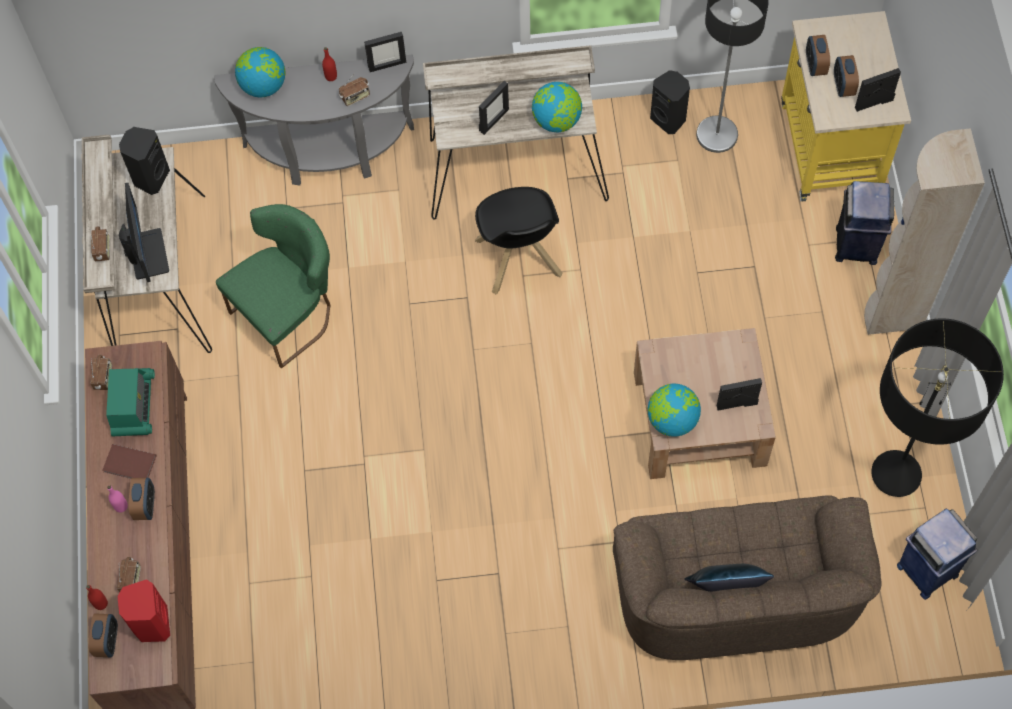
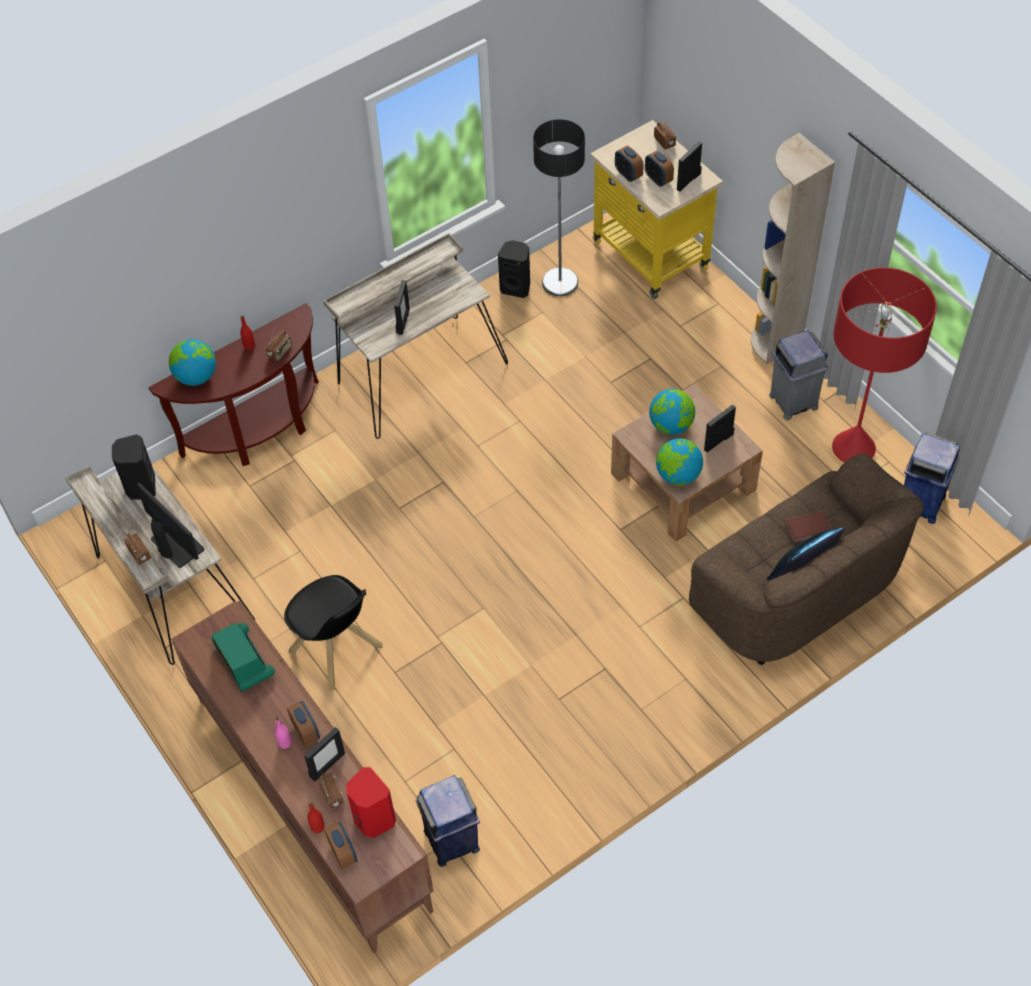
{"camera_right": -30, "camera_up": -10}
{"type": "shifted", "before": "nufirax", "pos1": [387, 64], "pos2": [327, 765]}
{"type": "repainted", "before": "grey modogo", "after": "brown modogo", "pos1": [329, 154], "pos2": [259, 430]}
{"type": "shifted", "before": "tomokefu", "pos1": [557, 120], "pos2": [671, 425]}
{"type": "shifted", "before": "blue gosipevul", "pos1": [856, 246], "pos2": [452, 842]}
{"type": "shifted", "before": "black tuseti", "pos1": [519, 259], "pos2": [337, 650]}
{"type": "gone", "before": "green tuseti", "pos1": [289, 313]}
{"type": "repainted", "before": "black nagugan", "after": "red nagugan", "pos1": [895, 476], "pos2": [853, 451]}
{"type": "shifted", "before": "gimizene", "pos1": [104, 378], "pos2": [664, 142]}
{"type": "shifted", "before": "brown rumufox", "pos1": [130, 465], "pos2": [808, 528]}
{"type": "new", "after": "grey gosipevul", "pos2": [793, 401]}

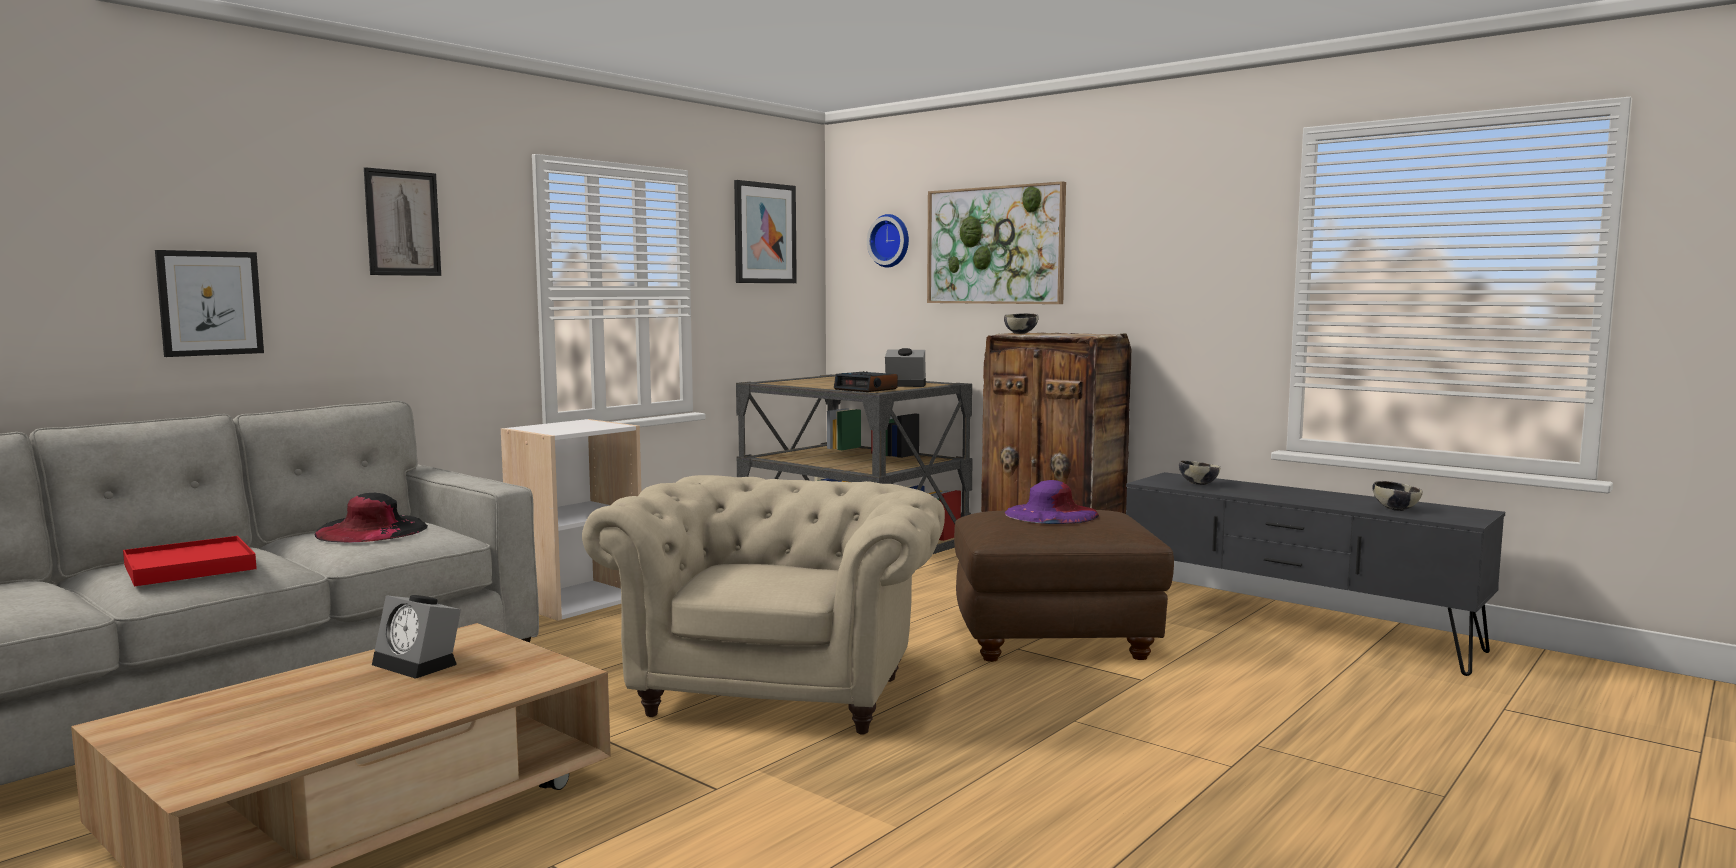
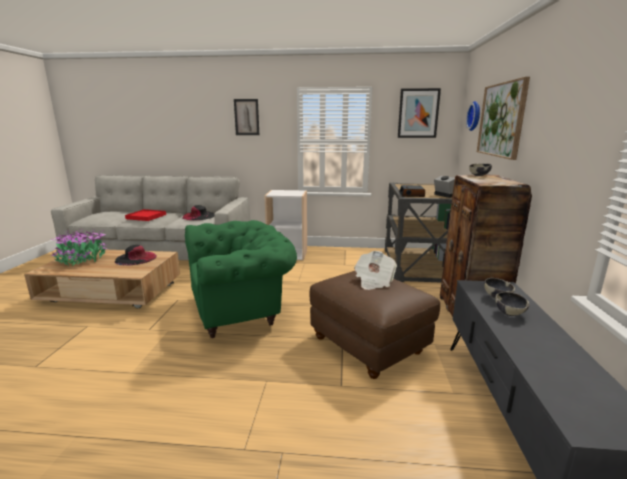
{"camera_right": 55, "camera_up": 10}
{"type": "gone", "before": "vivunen", "pos1": [210, 303]}
{"type": "repainted", "before": "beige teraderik", "after": "green teraderik", "pos1": [780, 689], "pos2": [242, 309]}
{"type": "swapped", "before": "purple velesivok", "after": "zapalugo", "pos1": [1051, 514], "pos2": [373, 281]}
{"type": "shifted", "before": "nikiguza", "pos1": [1395, 509], "pos2": [509, 313]}
{"type": "swapped", "before": "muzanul", "after": "black velesivok", "pos1": [419, 664], "pos2": [136, 258]}
{"type": "new", "after": "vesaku", "pos2": [82, 260]}

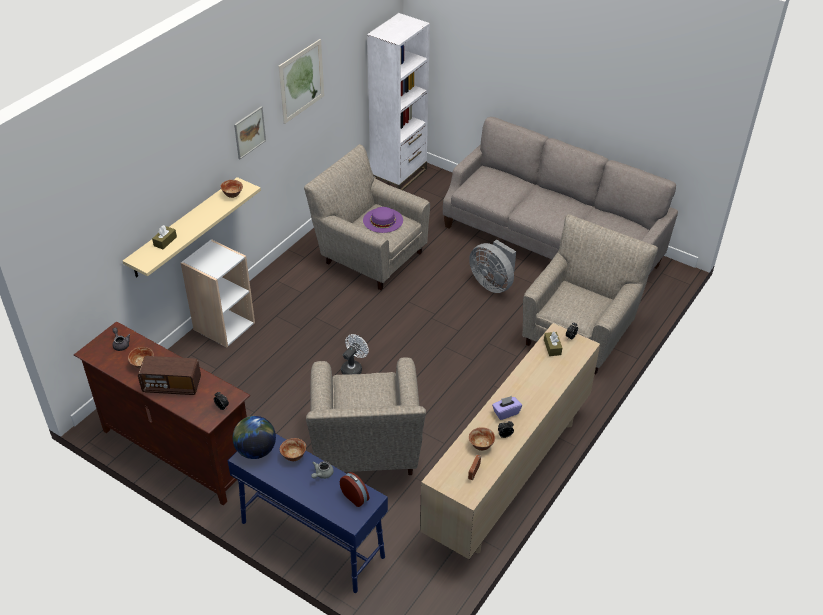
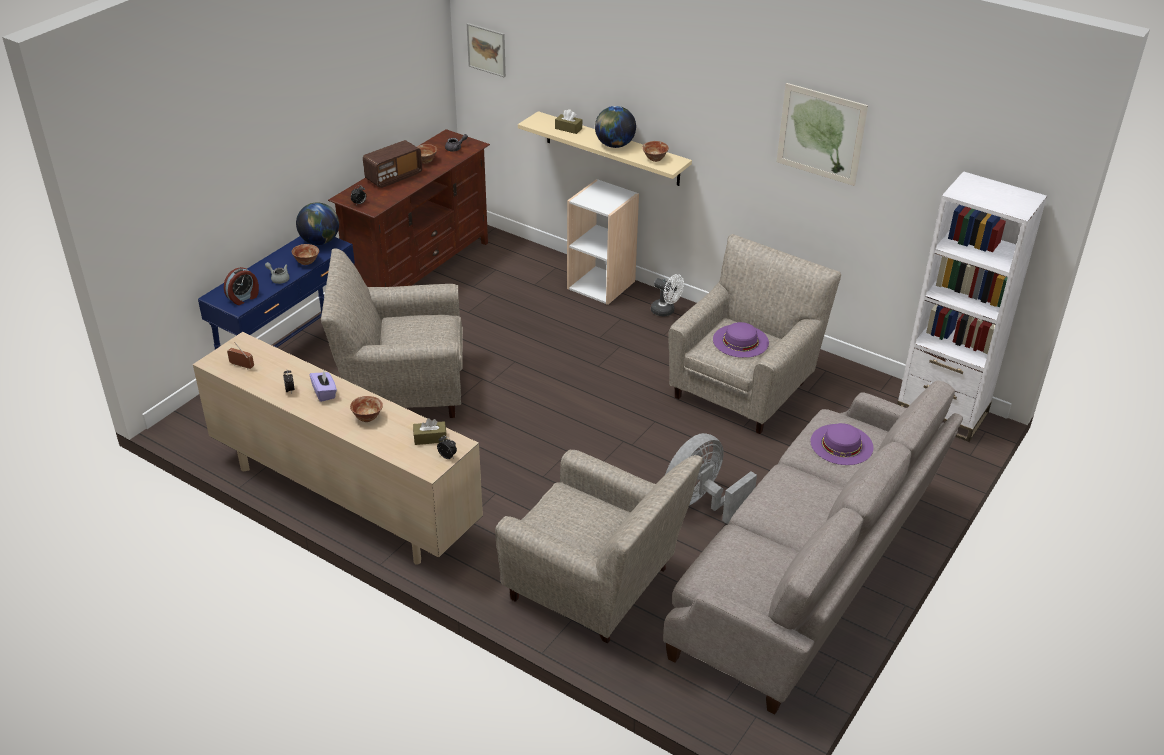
{"camera_right": 90, "camera_up": -5}
{"type": "shifted", "before": "vivunen", "pos1": [249, 132], "pos2": [486, 49]}
{"type": "shifted", "before": "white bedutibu", "pos1": [353, 368], "pos2": [666, 311]}
{"type": "rotated", "before": "gimizene", "pos1": [172, 386], "pos2": [393, 177], "turn": -135}
{"type": "shifted", "before": "nikiguza", "pos1": [481, 446], "pos2": [367, 417]}
{"type": "new", "after": "tomokefu", "pos2": [614, 145]}
{"type": "new", "after": "purple velesivok", "pos2": [841, 444]}

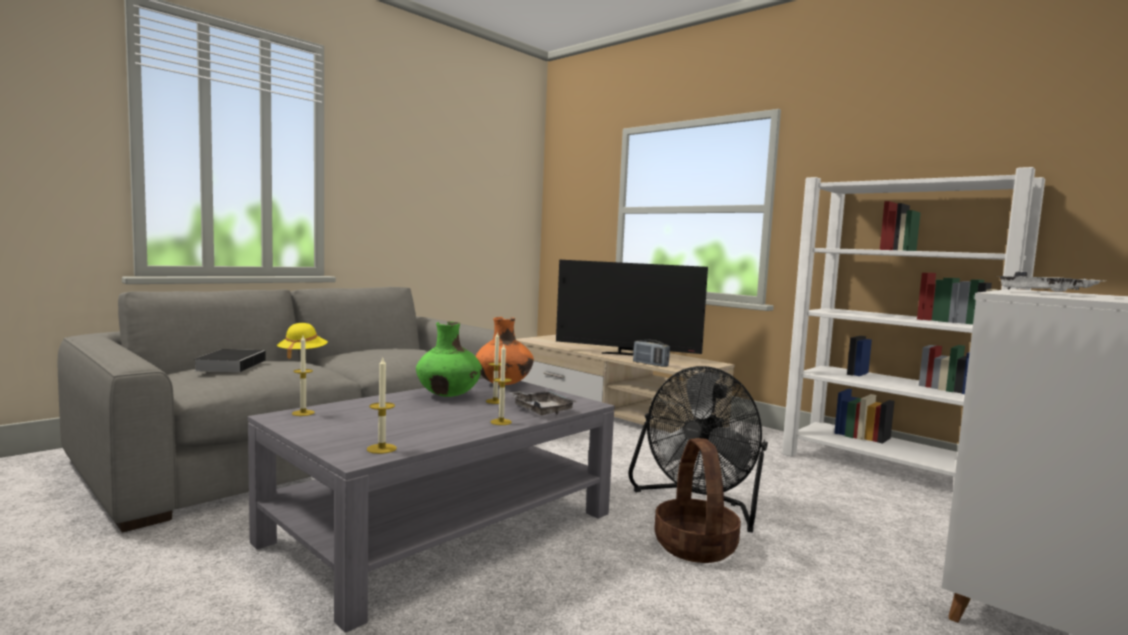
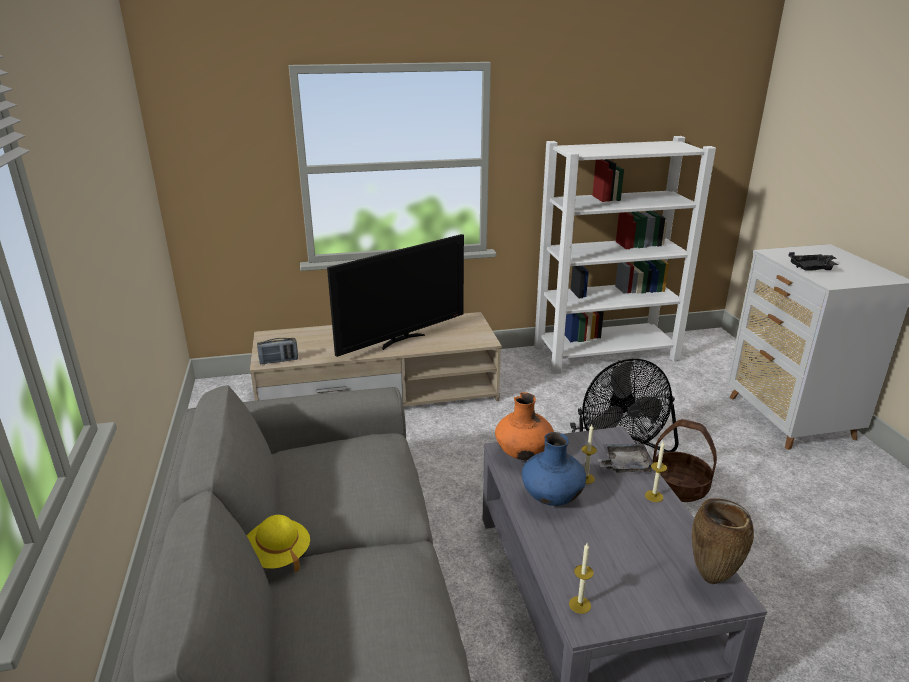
{"camera_right": -55, "camera_up": 20}
{"type": "repainted", "before": "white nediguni", "after": "black nediguni", "pos1": [1043, 293], "pos2": [813, 268]}
{"type": "repainted", "before": "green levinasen", "after": "blue levinasen", "pos1": [449, 395], "pos2": [551, 497]}
{"type": "shifted", "before": "gimizene", "pos1": [650, 364], "pos2": [279, 361]}
{"type": "gone", "before": "rumufox", "pos1": [231, 365]}
{"type": "swapped", "before": "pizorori", "after": "brown levinasen", "pos1": [381, 448], "pos2": [712, 579]}

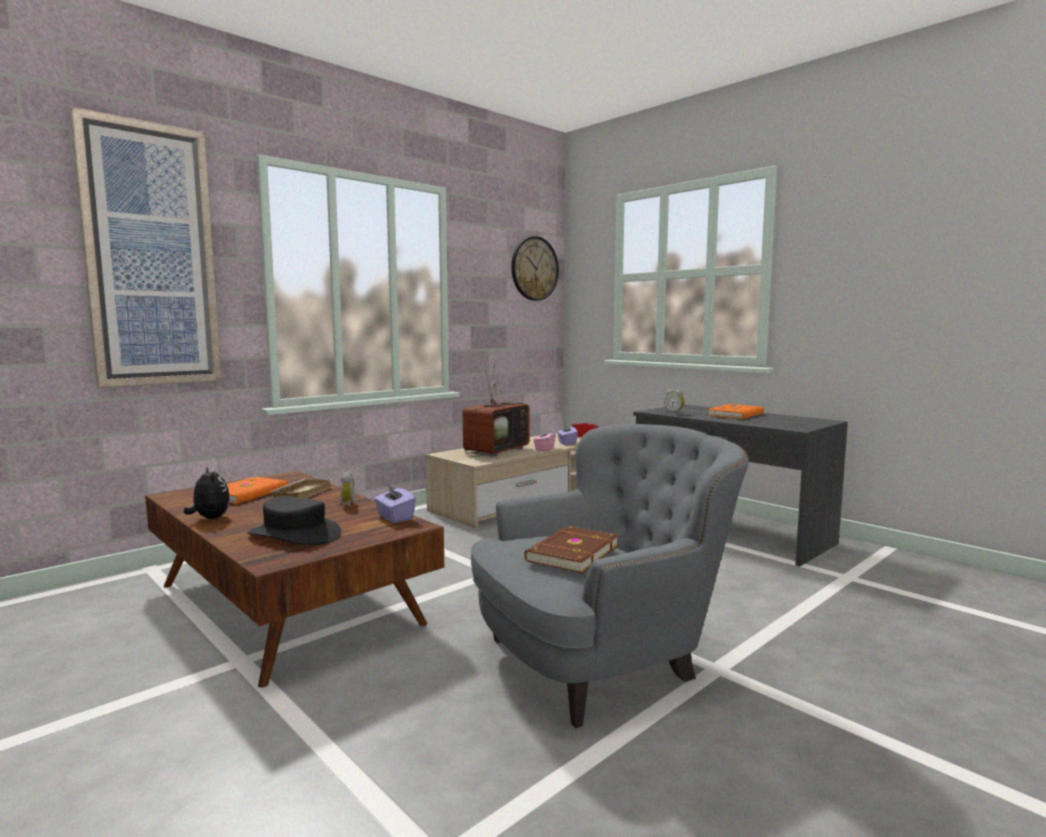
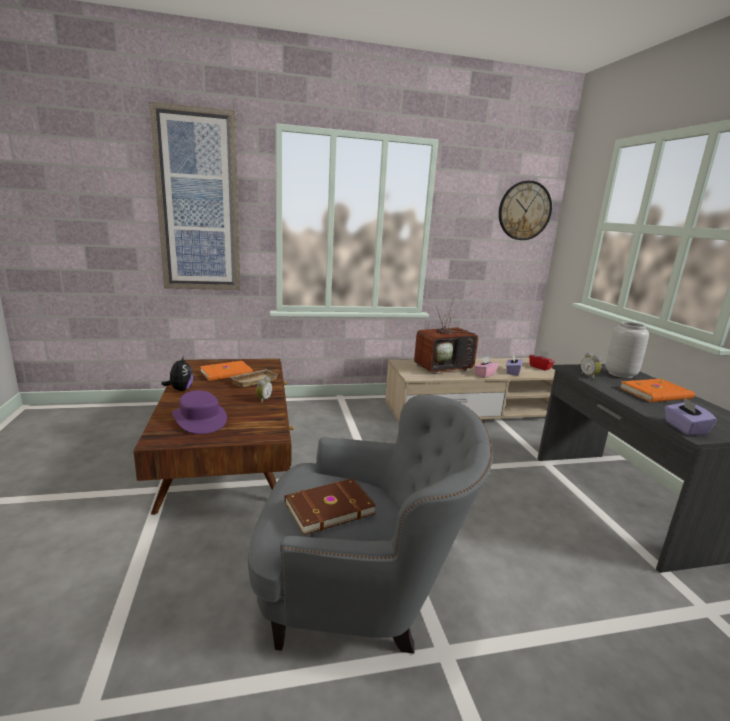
{"camera_right": 30, "camera_up": 10}
{"type": "shifted", "before": "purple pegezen", "pos1": [394, 517], "pos2": [684, 428]}
{"type": "repainted", "before": "black velesivok", "after": "purple velesivok", "pos1": [295, 534], "pos2": [200, 419]}
{"type": "new", "after": "grey levinasen", "pos2": [619, 374]}

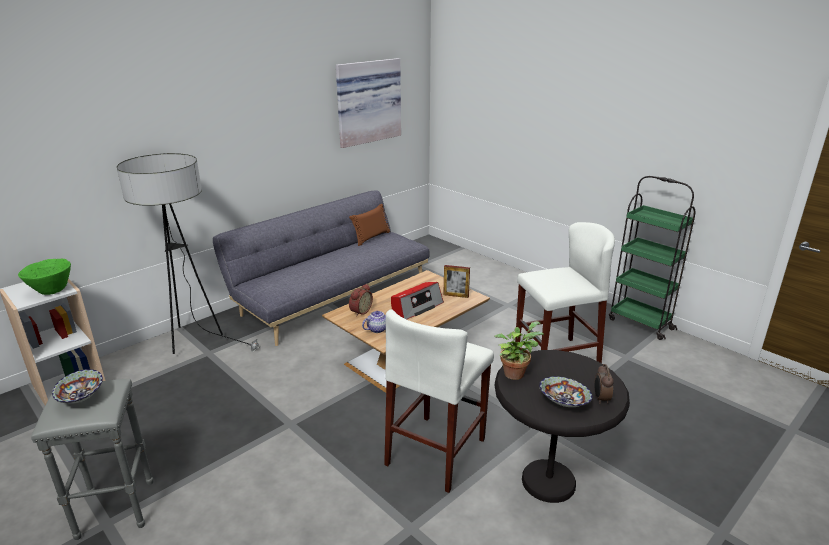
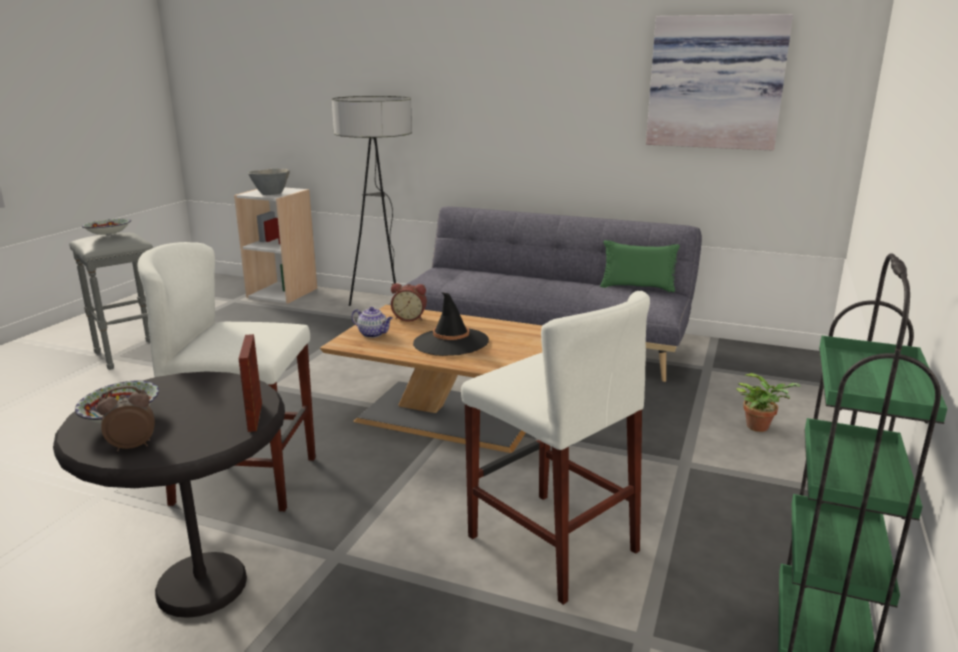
{"camera_right": 65, "camera_up": -5}
{"type": "repainted", "before": "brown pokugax", "after": "green pokugax", "pos1": [371, 238], "pos2": [637, 288]}
{"type": "repainted", "before": "green nikiguza", "after": "grey nikiguza", "pos1": [51, 291], "pos2": [271, 194]}
{"type": "shifted", "before": "nufirax", "pos1": [456, 295], "pos2": [255, 417]}
{"type": "swapped", "before": "gimizene", "after": "black velesivok", "pos1": [416, 307], "pos2": [450, 342]}
{"type": "shifted", "before": "vesaku", "pos1": [515, 372], "pos2": [760, 427]}

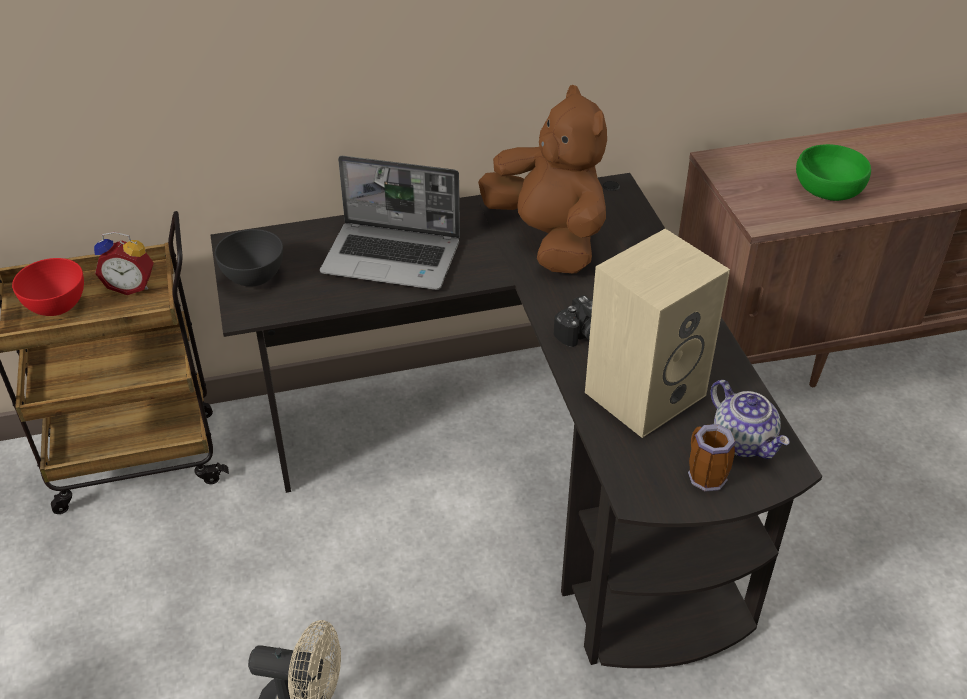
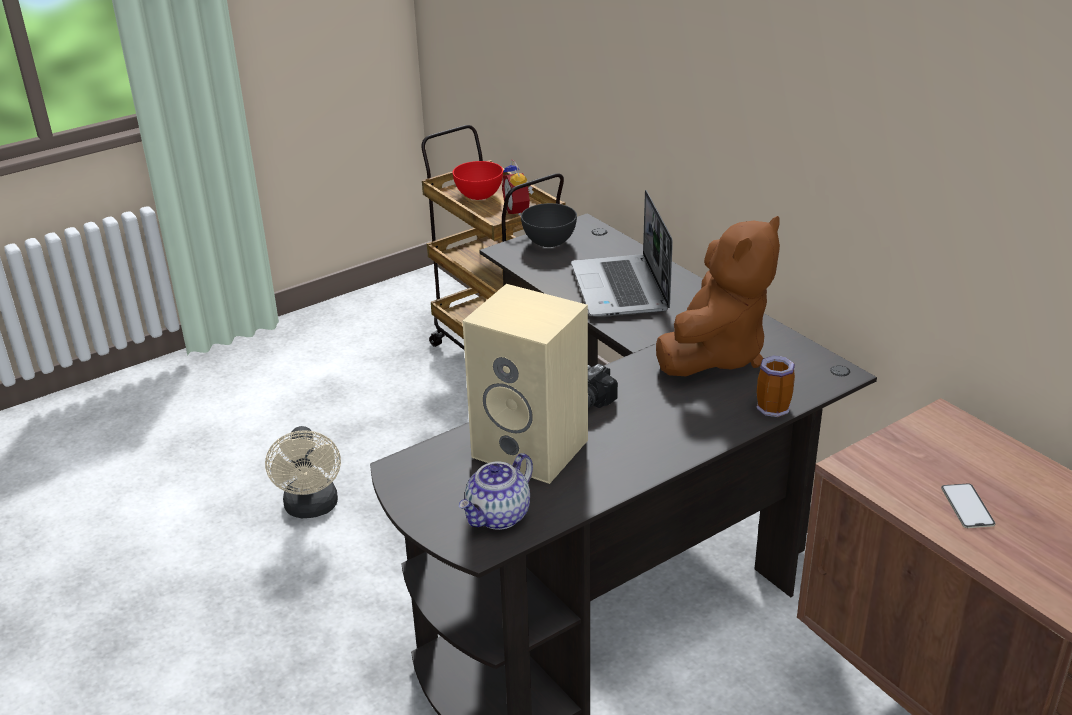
{"camera_right": 70, "camera_up": -10}
{"type": "swapped", "before": "green nikiguza", "after": "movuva", "pos1": [828, 190], "pos2": [967, 506]}
{"type": "shifted", "before": "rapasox", "pos1": [703, 476], "pos2": [773, 406]}

